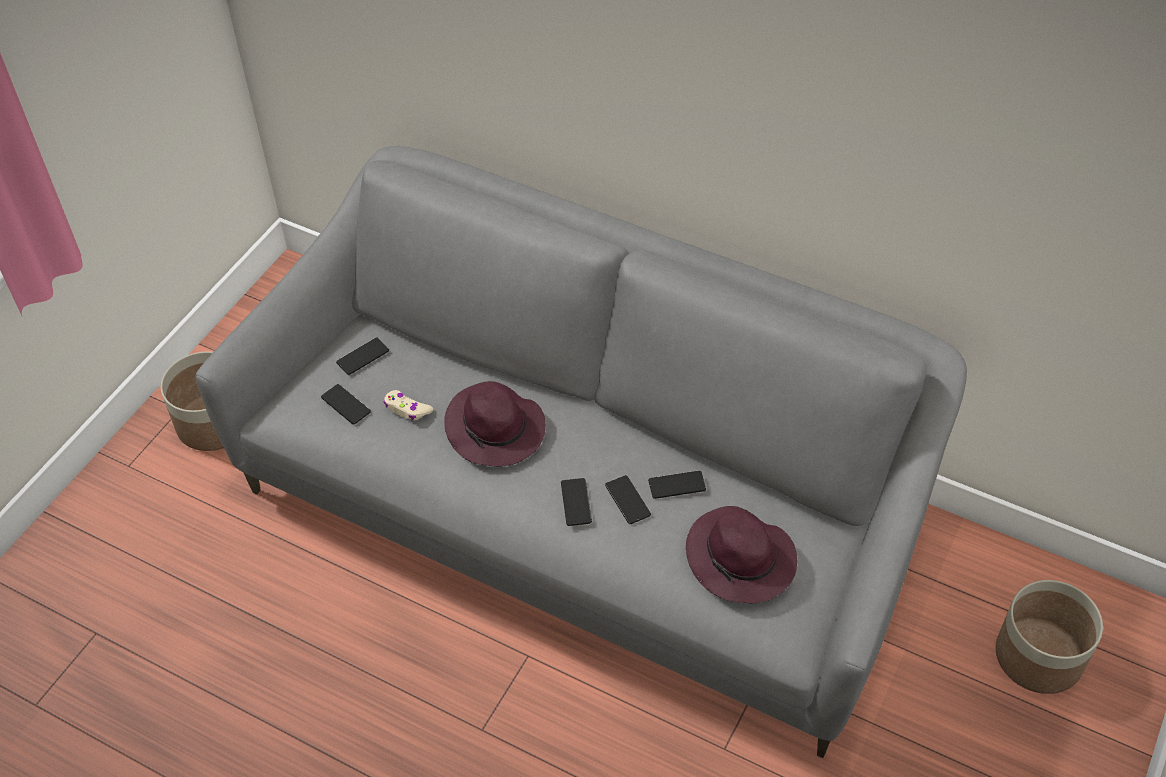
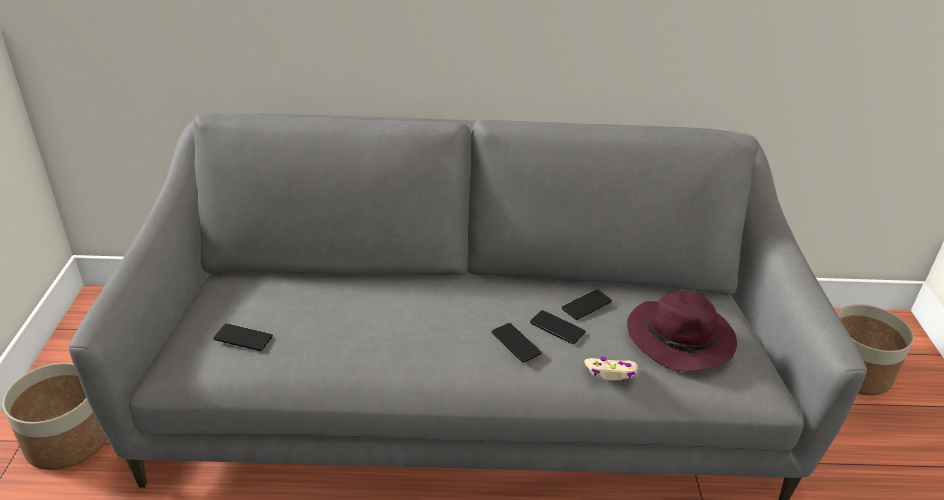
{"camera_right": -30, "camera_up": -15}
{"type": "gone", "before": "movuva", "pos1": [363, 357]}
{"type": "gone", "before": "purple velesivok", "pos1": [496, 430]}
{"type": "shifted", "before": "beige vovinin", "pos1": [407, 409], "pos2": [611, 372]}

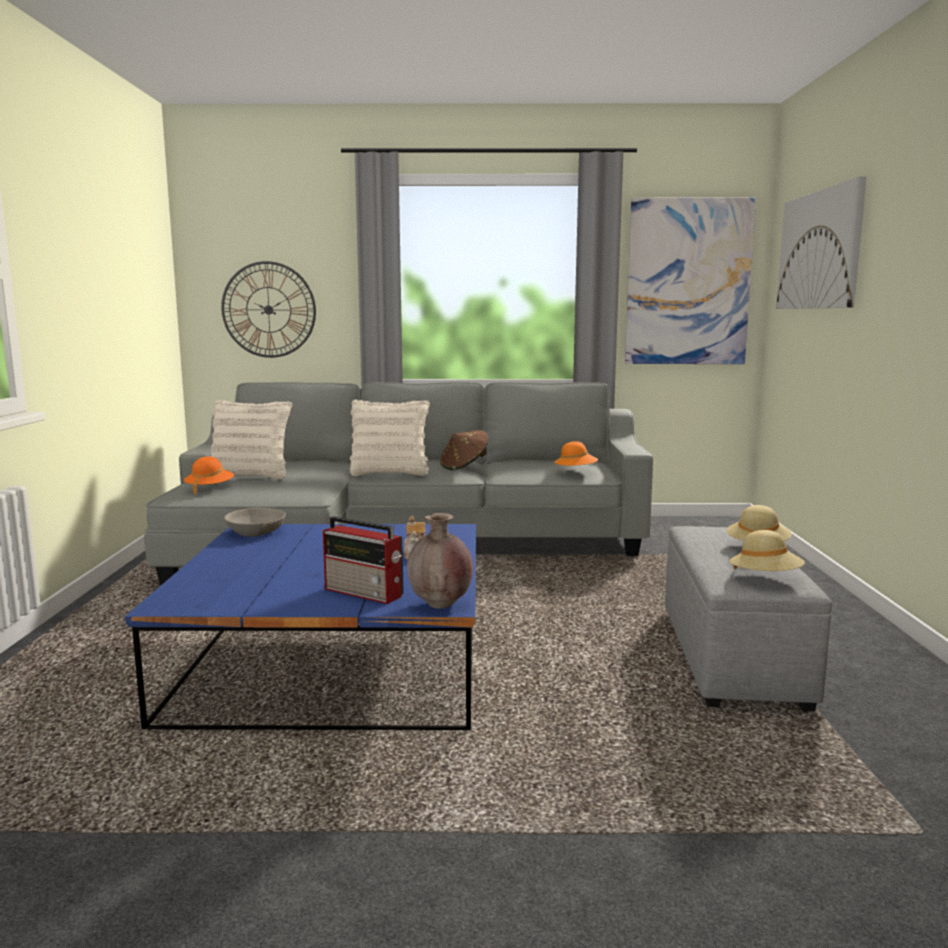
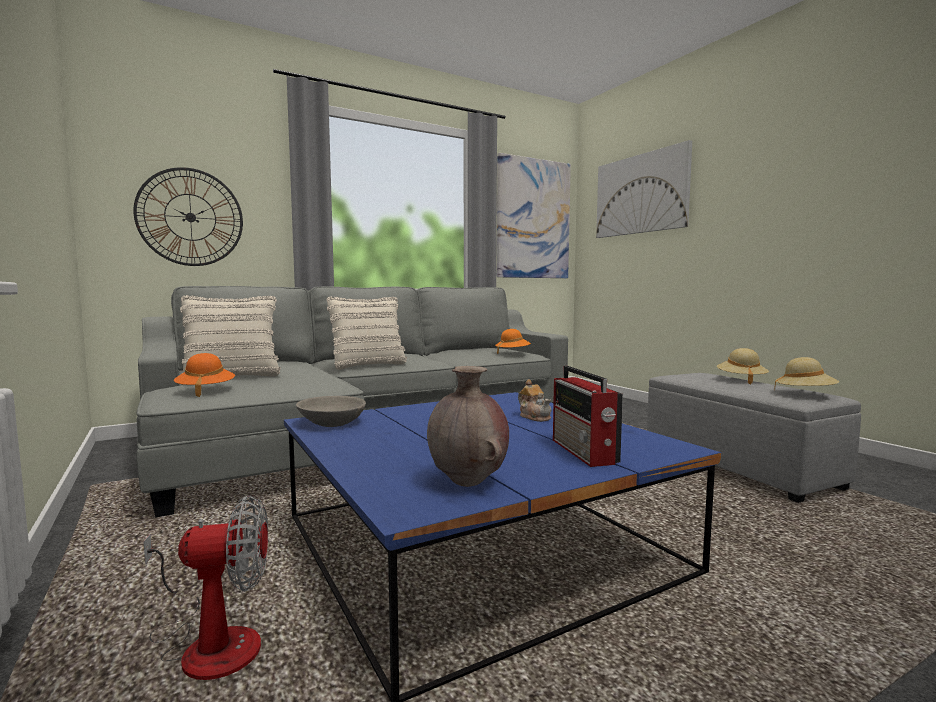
{"camera_right": -30, "camera_up": -5}
{"type": "gone", "before": "brown velesivok", "pos1": [464, 467]}
{"type": "shifted", "before": "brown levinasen", "pos1": [440, 605], "pos2": [468, 482]}
{"type": "rotated", "before": "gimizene", "pos1": [365, 593], "pos2": [584, 452], "turn": 75}
{"type": "new", "after": "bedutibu", "pos2": [209, 643]}

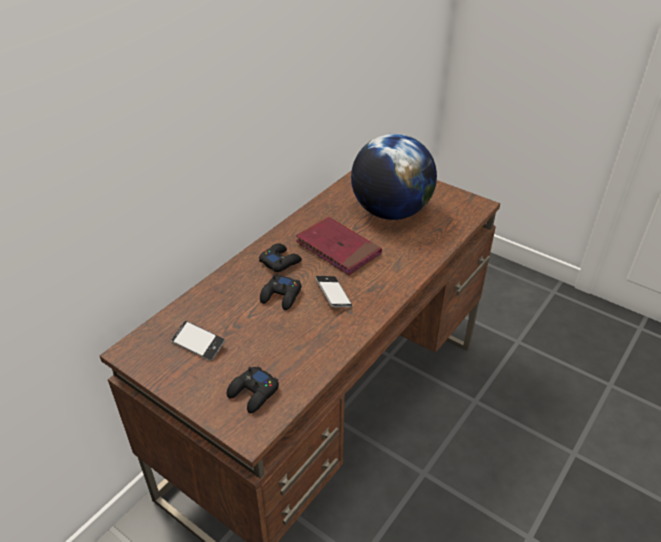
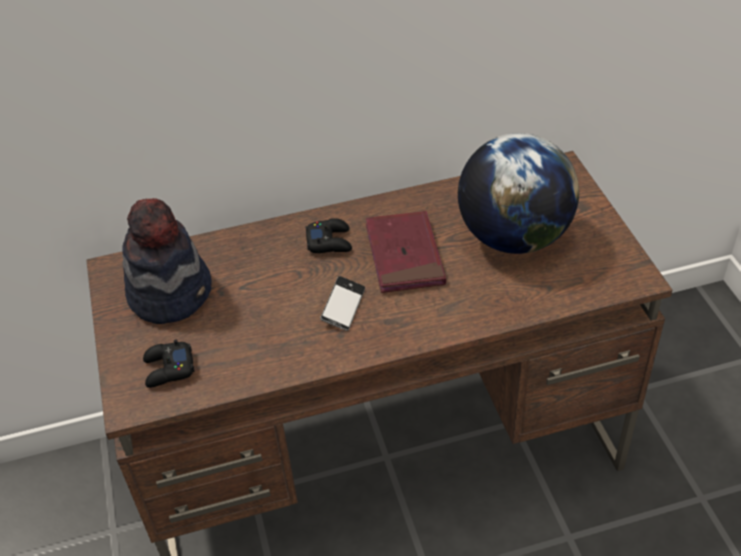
{"camera_right": 40, "camera_up": 5}
{"type": "gone", "before": "black vovinin", "pos1": [281, 296]}
{"type": "swapped", "before": "movuva", "after": "velesivok", "pos1": [198, 344], "pos2": [171, 292]}

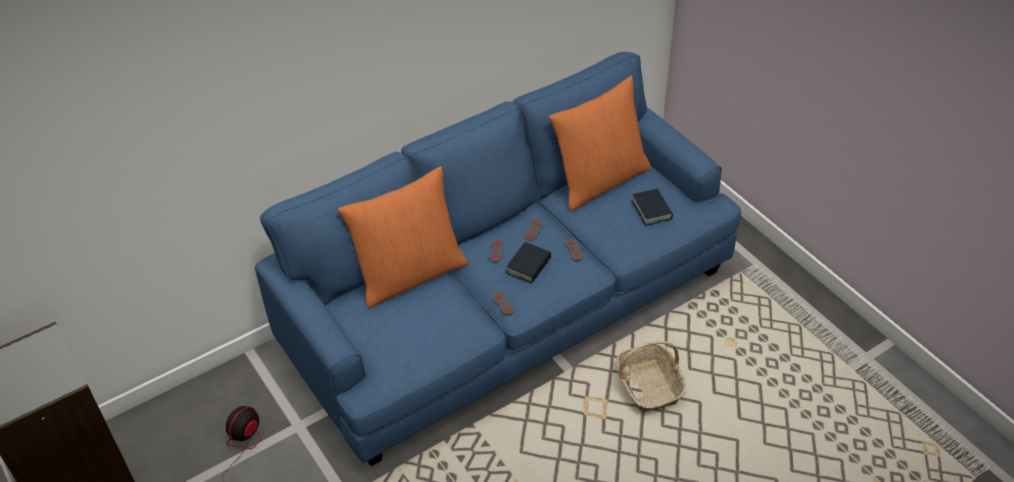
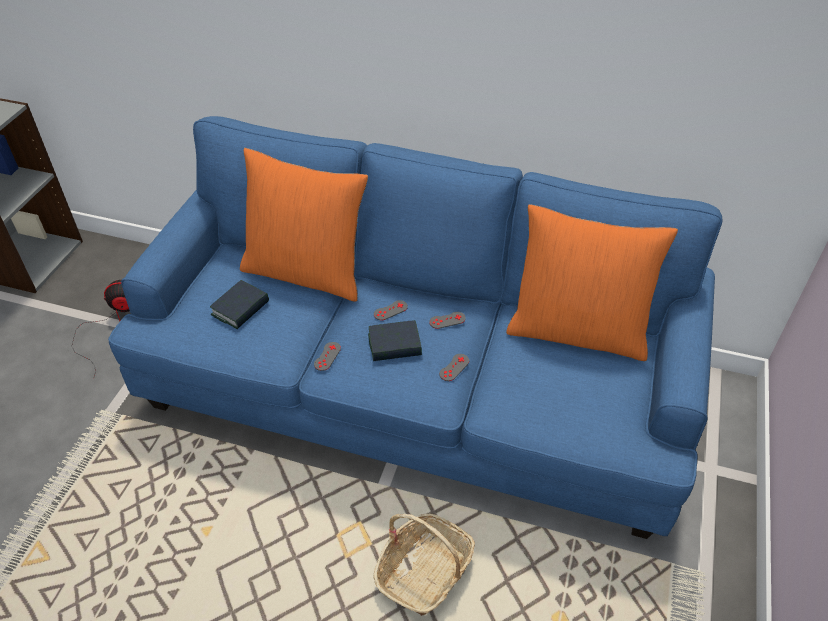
{"camera_right": 50, "camera_up": 0}
{"type": "shifted", "before": "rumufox", "pos1": [652, 210], "pos2": [240, 308]}

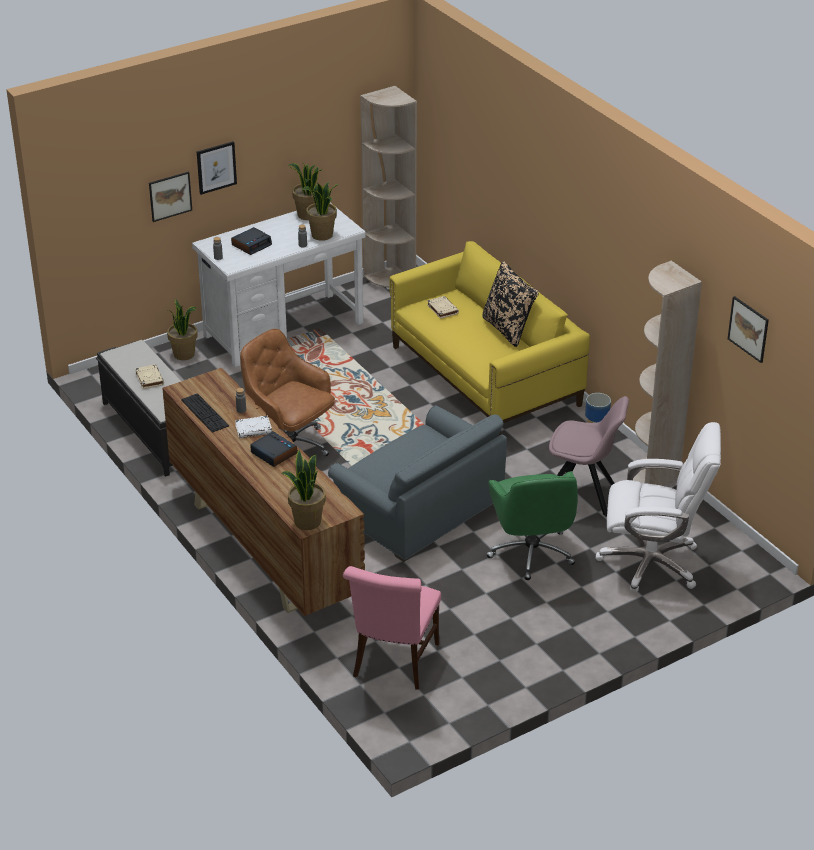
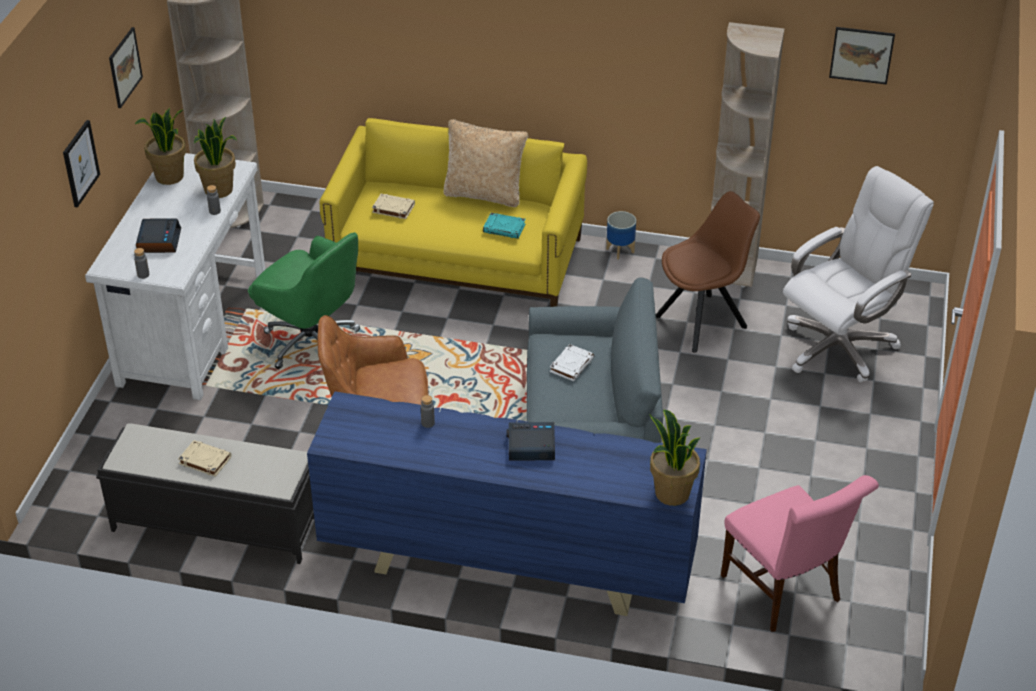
{"camera_right": -45, "camera_up": 5}
{"type": "shifted", "before": "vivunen", "pos1": [170, 196], "pos2": [124, 67]}
{"type": "repainted", "before": "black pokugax", "after": "beige pokugax", "pos1": [507, 331], "pos2": [484, 196]}
{"type": "gone", "before": "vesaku", "pos1": [184, 354]}
{"type": "repainted", "before": "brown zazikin", "after": "blue zazikin", "pos1": [263, 547], "pos2": [506, 567]}
{"type": "gone", "before": "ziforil", "pos1": [204, 413]}
{"type": "repainted", "before": "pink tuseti", "after": "brown tuseti", "pos1": [583, 496], "pos2": [702, 322]}
{"type": "shifted", "before": "white rumufox", "pos1": [254, 429], "pos2": [571, 365]}
{"type": "shifted", "before": "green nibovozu", "pos1": [531, 553], "pos2": [310, 342]}
{"type": "new", "after": "turquoise rumufox", "pos2": [504, 228]}

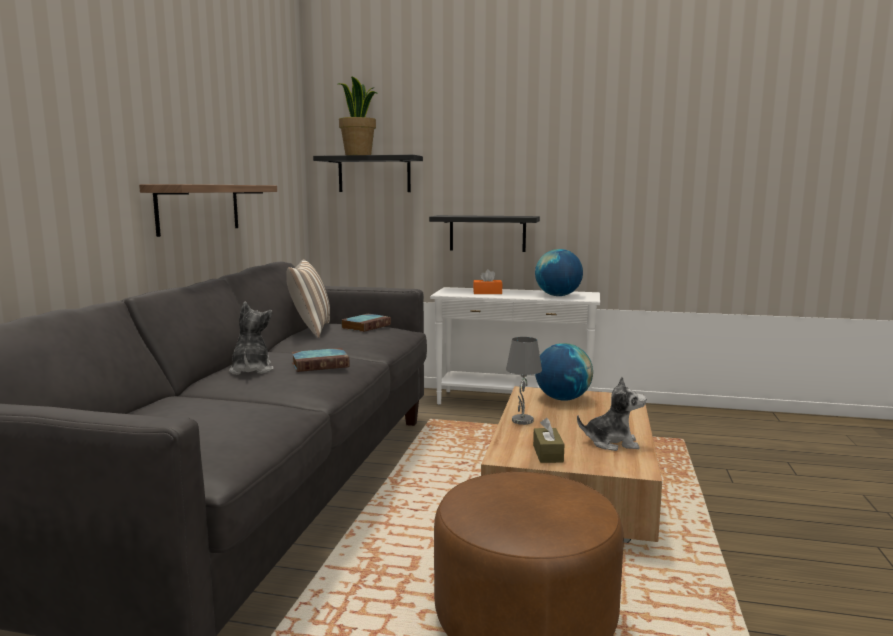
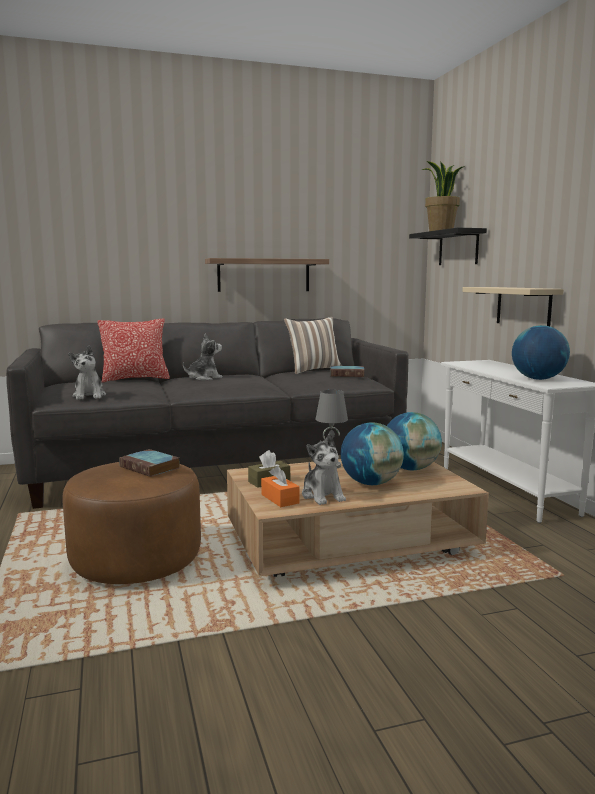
{"camera_right": 60, "camera_up": 0}
{"type": "repainted", "before": "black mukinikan", "after": "beige mukinikan", "pos1": [487, 233], "pos2": [523, 307]}
{"type": "shifted", "before": "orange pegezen", "pos1": [487, 293], "pos2": [280, 499]}
{"type": "shifted", "before": "rumufox", "pos1": [321, 364], "pos2": [151, 467]}
{"type": "new", "after": "pokugax", "pos2": [135, 379]}
{"type": "new", "after": "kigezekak", "pos2": [89, 396]}
{"type": "new", "after": "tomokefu", "pos2": [371, 483]}

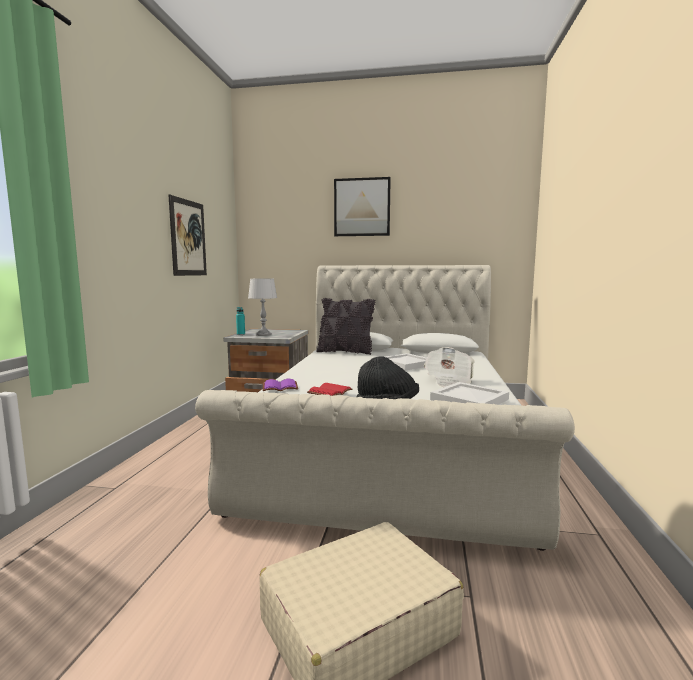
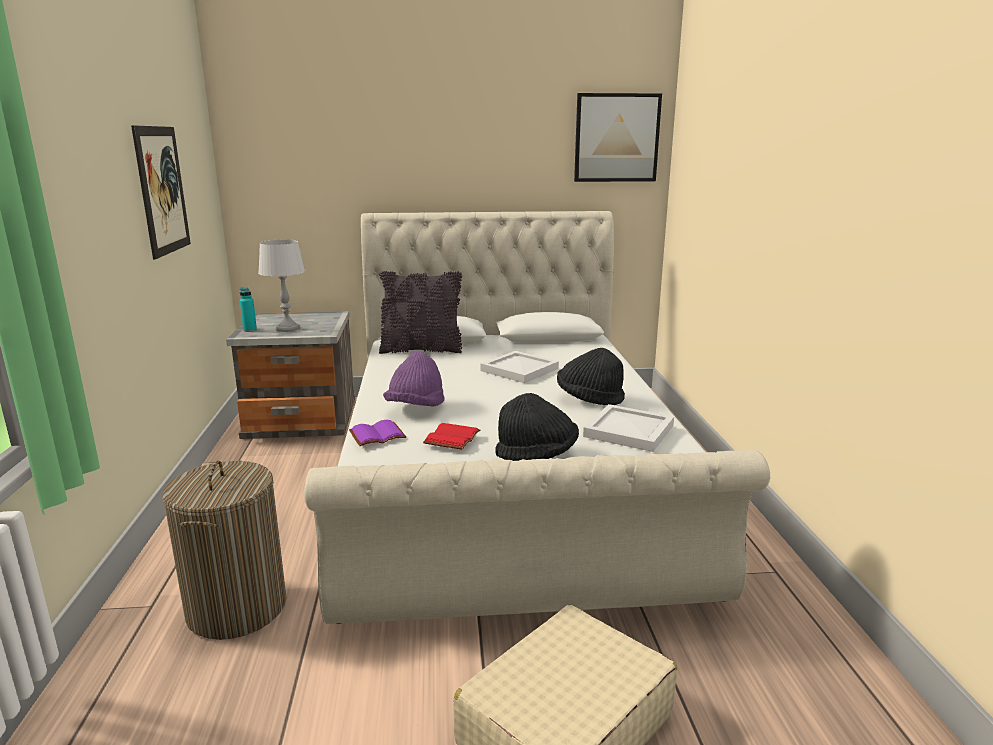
{"camera_right": -15, "camera_up": 10}
{"type": "shifted", "before": "vivunen", "pos1": [362, 207], "pos2": [616, 138]}
{"type": "swapped", "before": "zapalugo", "after": "black velesivok", "pos1": [448, 381], "pos2": [589, 398]}
{"type": "new", "after": "purple velesivok", "pos2": [416, 408]}
{"type": "new", "after": "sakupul", "pos2": [237, 608]}

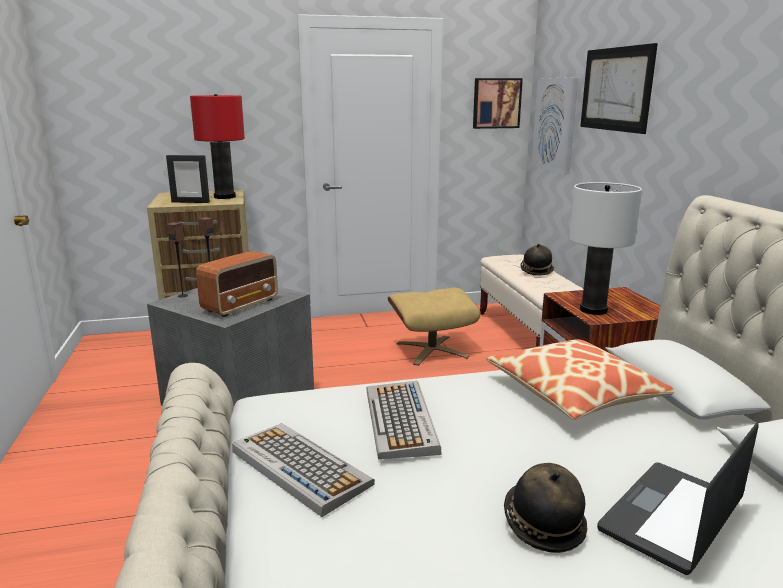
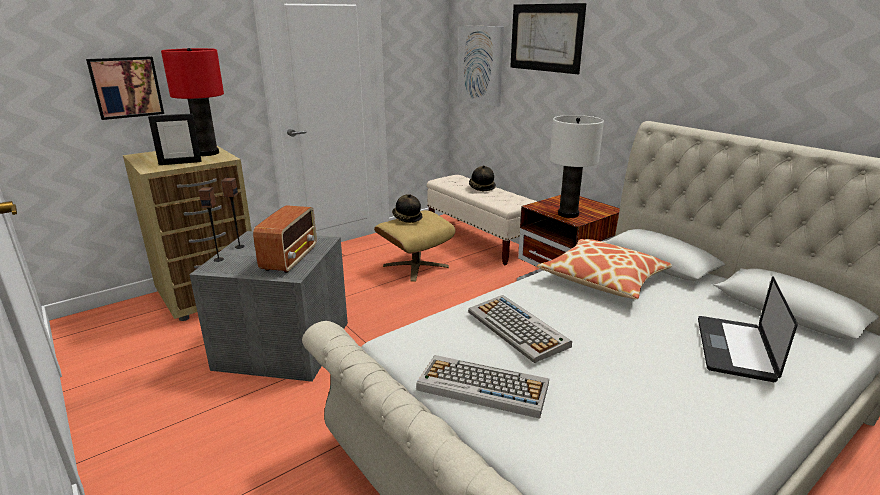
{"camera_right": -25, "camera_up": 5}
{"type": "shifted", "before": "vivunen", "pos1": [496, 103], "pos2": [126, 87]}
{"type": "shifted", "before": "velesivok", "pos1": [542, 525], "pos2": [406, 218]}

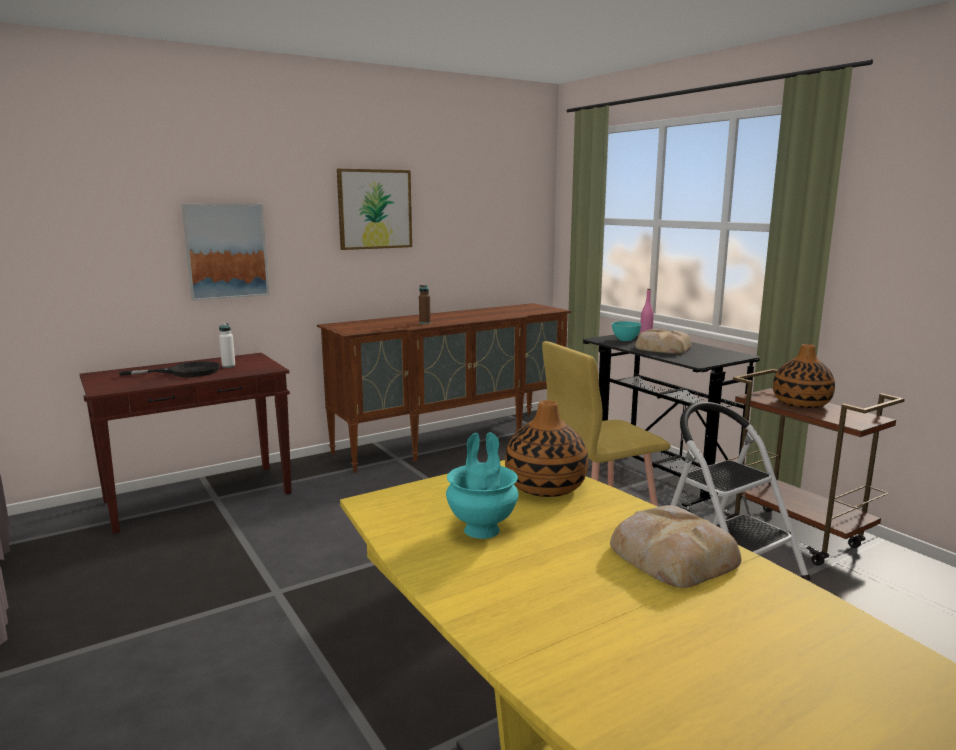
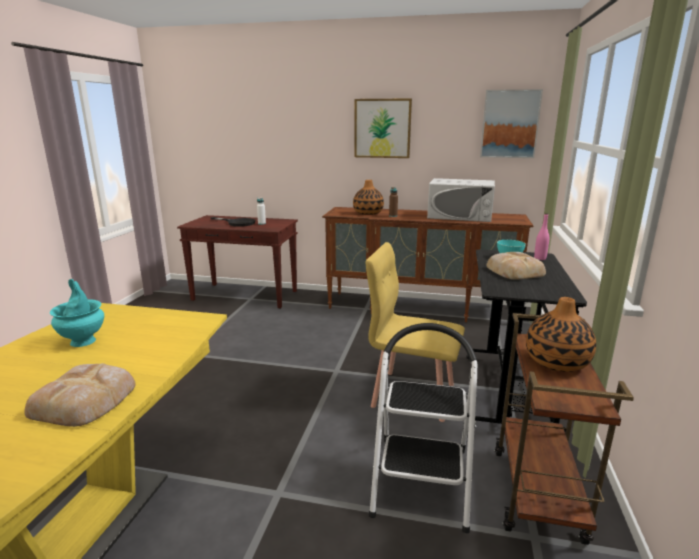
{"camera_right": 45, "camera_up": 5}
{"type": "shifted", "before": "vivunen", "pos1": [226, 251], "pos2": [510, 124]}
{"type": "shifted", "before": "levinasen", "pos1": [545, 487], "pos2": [368, 213]}
{"type": "new", "after": "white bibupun", "pos2": [460, 216]}

